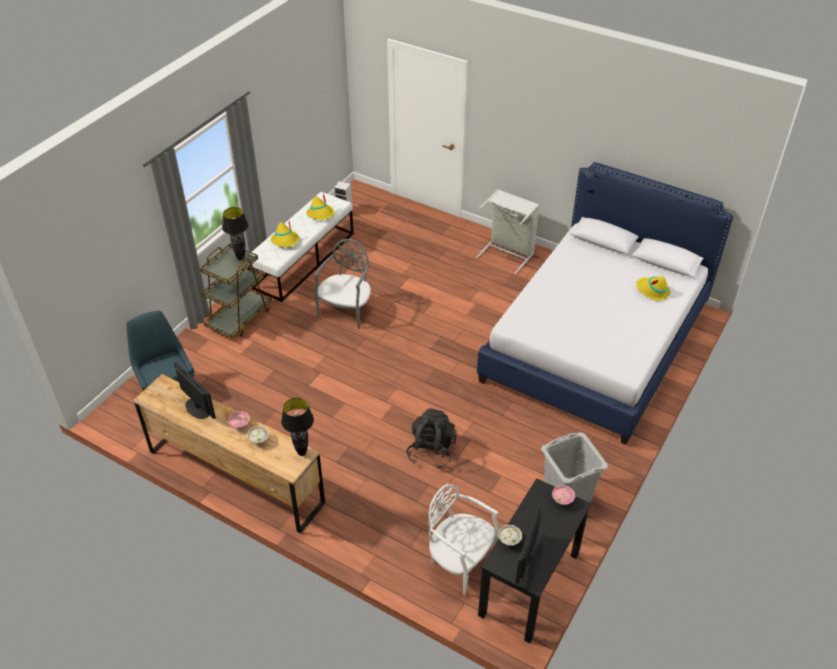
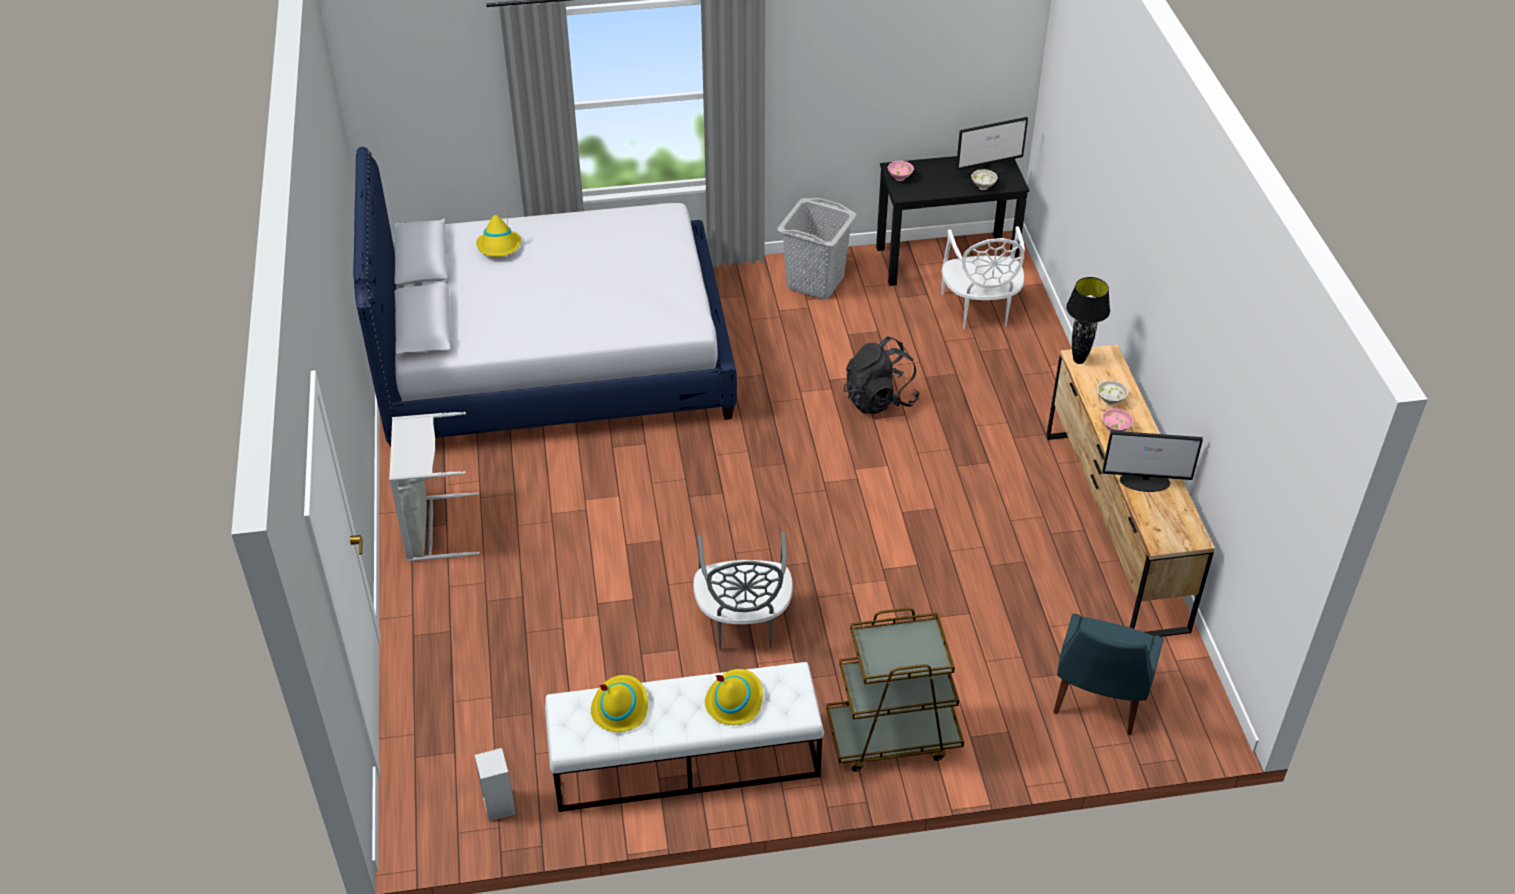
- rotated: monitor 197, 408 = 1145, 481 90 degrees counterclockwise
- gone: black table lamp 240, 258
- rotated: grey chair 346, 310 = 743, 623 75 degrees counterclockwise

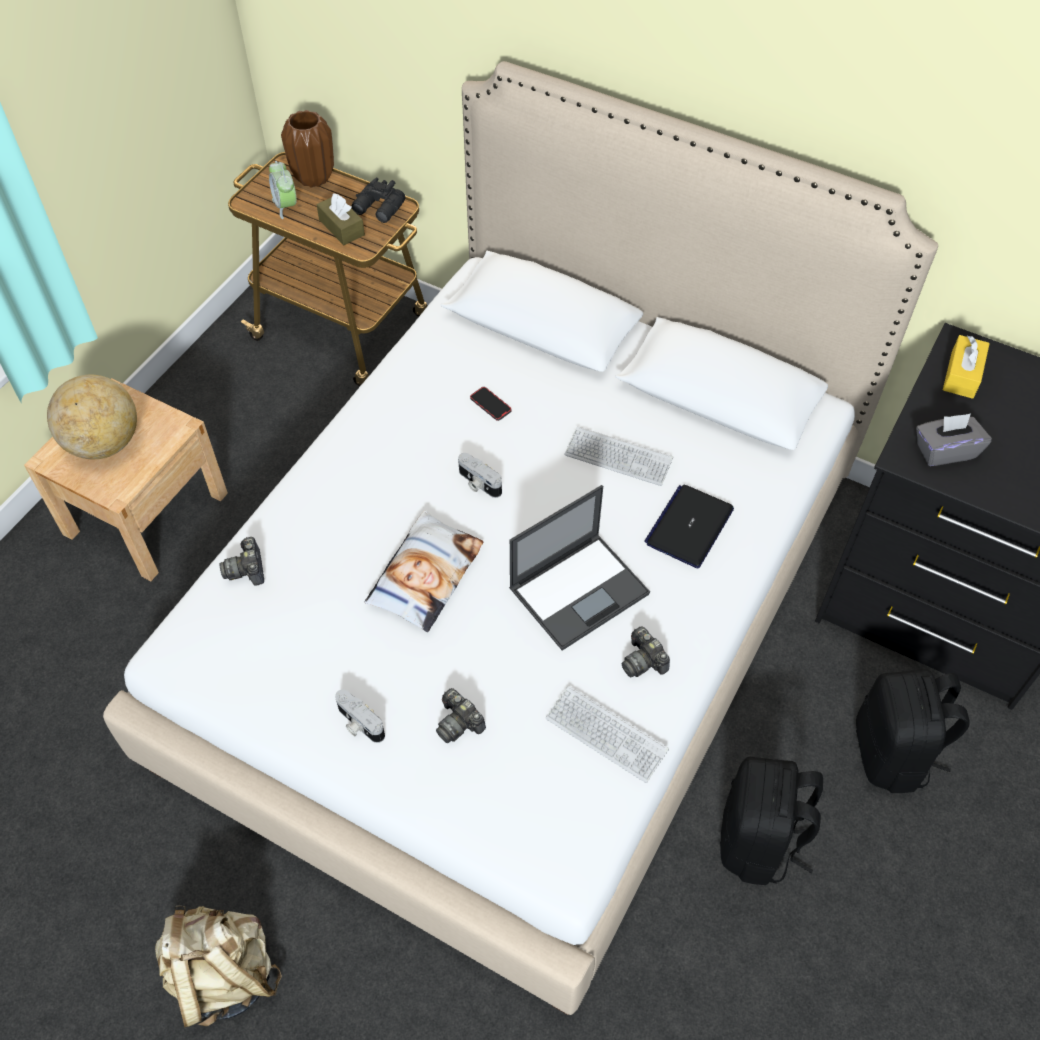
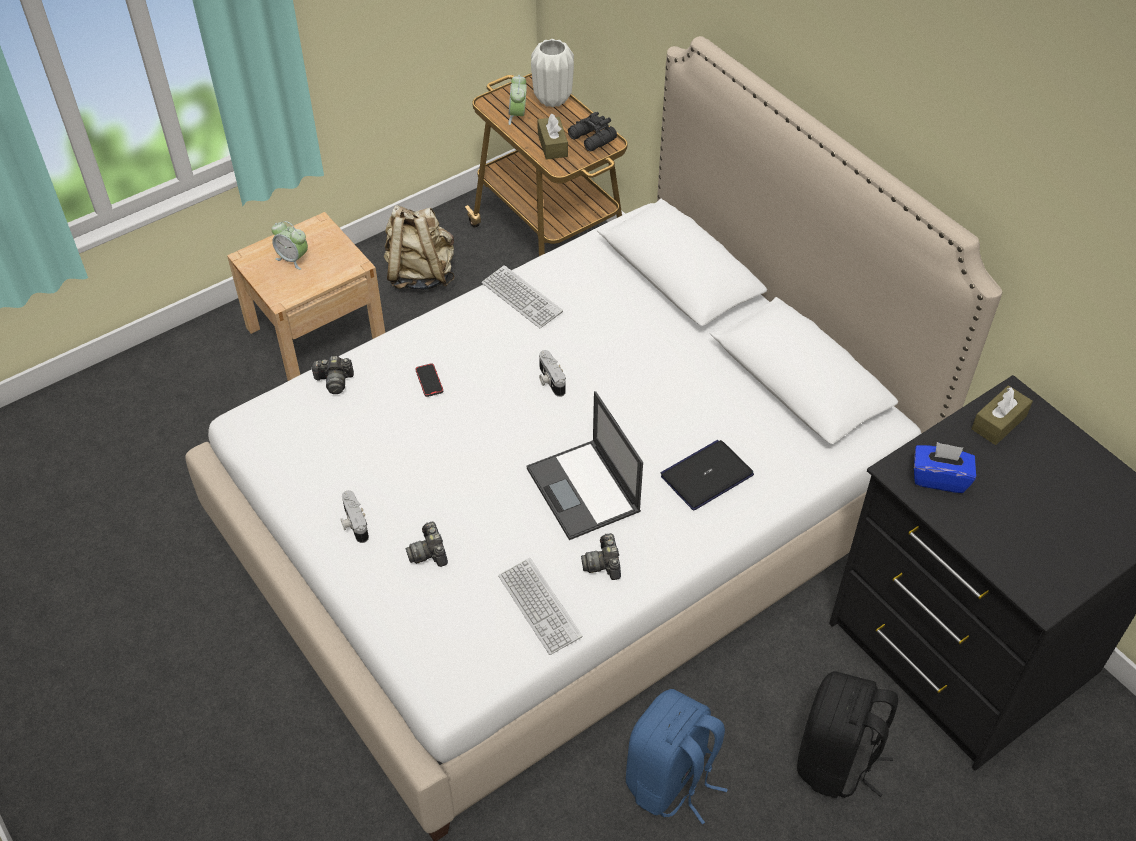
- swapped: globe 104, 443 to alarm clock 293, 259
- shifted: beige backpack 223, 974 to 420, 274
- rotated: photo camera 247, 569 = 334, 381 105 degrees counterclockwise
- repainted: brown vase 314, 178 to white vase 553, 99
- gone: pillow 425, 575
- shifted: phone 490, 405 to 429, 381
- rotated: laptop 580, 590 = 584, 491 75 degrees clockwise
- shifted: keyboard 618, 457 to 522, 298
- repainted: black backpack 758, 841 to blue backpack 671, 780
- repainted: grey tissue box 944, 451 to blue tissue box 939, 478
- repainted: yellow tissue box 962, 375 to brown tissue box 999, 422

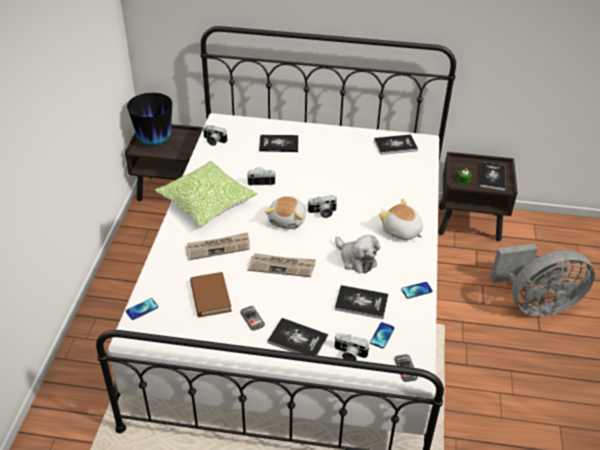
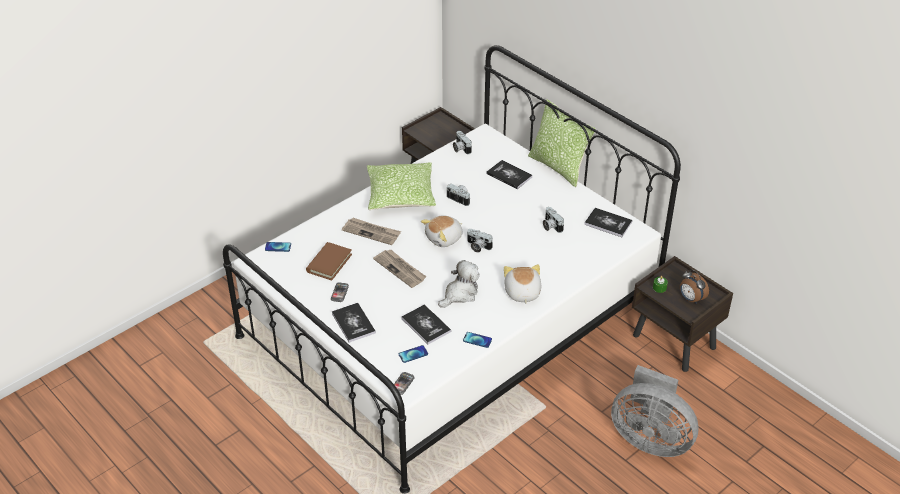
- gone: vase 154, 141
- shifted: photo camera 349, 354 to 550, 226
- rotated: plush toy 356, 259 = 460, 294 135 degrees counterclockwise
- swapped: book 492, 177 to alarm clock 690, 299
- new: pillow 558, 167

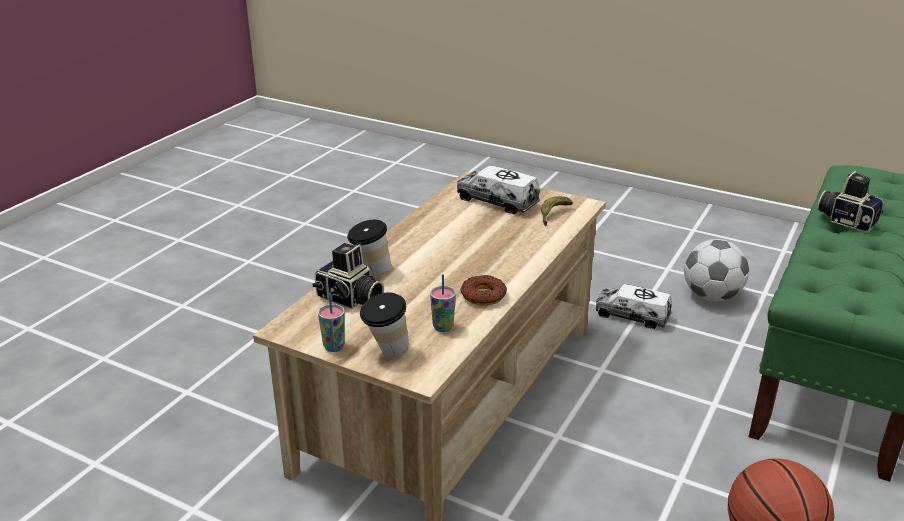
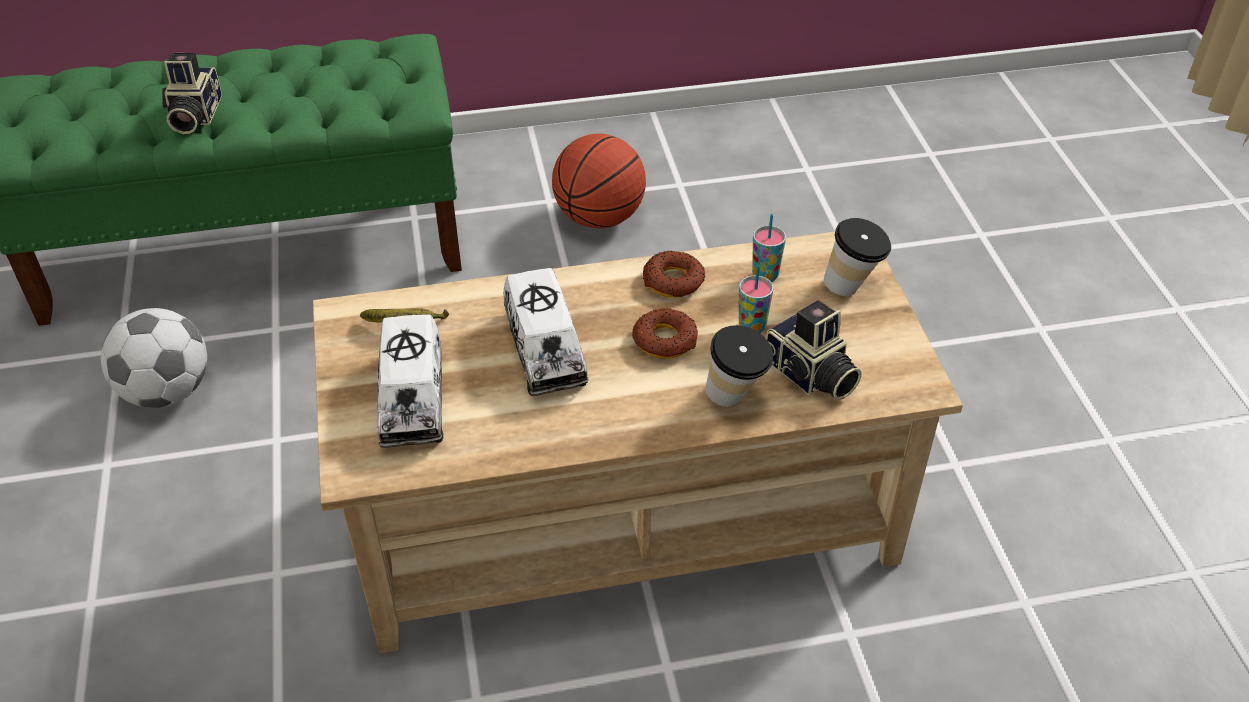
- rotated: photo camera 350, 299 = 809, 375 150 degrees clockwise
- shifted: cup 334, 347 to 752, 327
- shifted: toy truck 632, 316 to 545, 350
- new: donut 665, 340

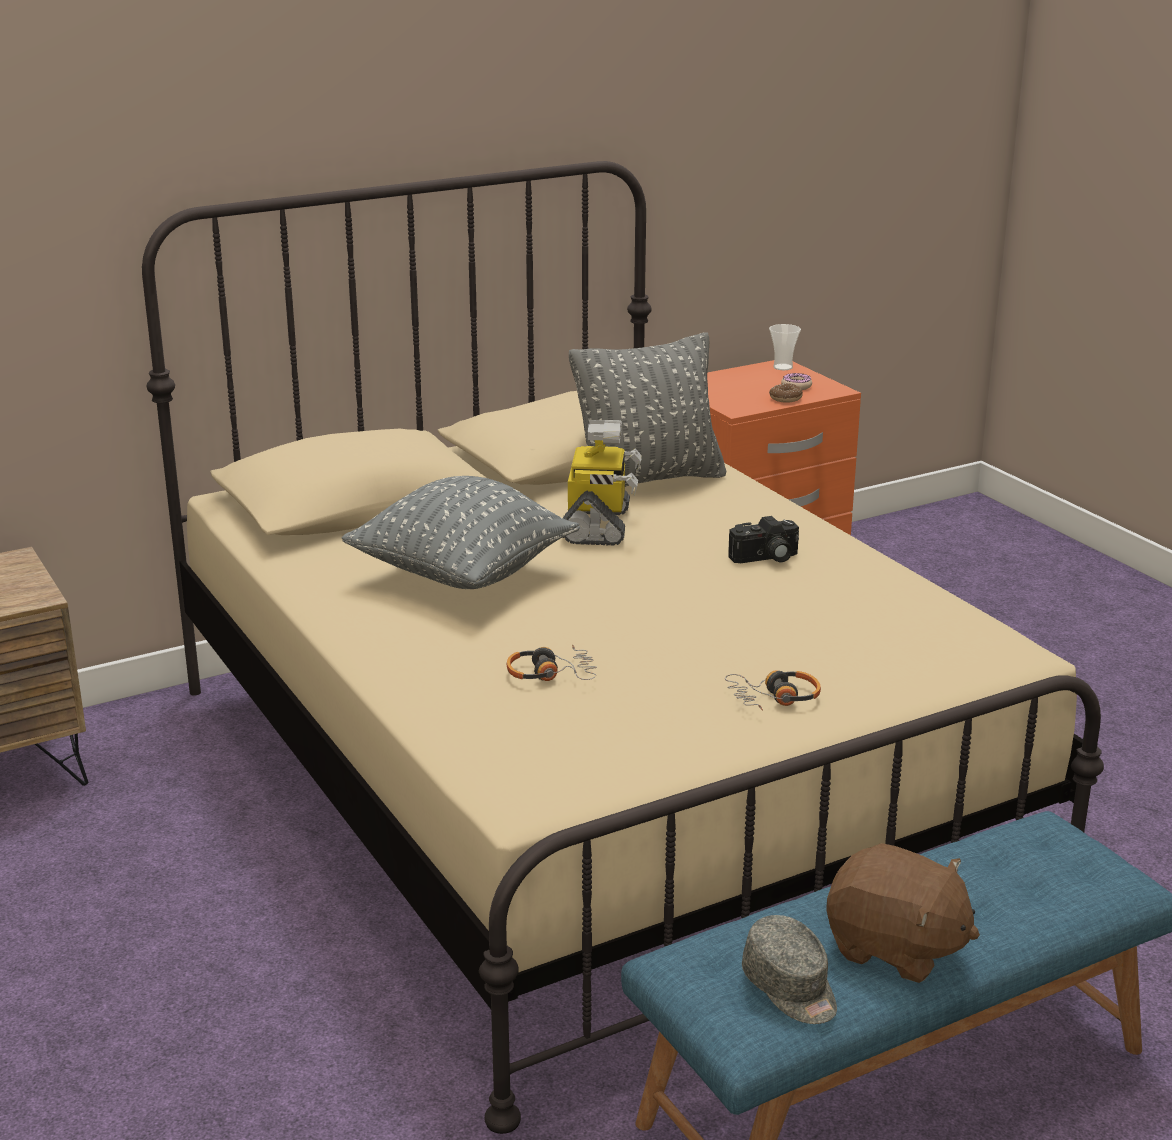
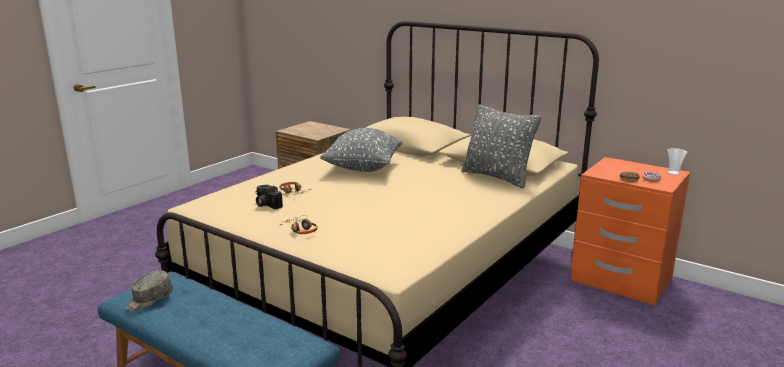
- gone: toy robot 598, 526
- shifted: photo camera 766, 558 to 266, 204
- gone: brown plush toy 895, 949

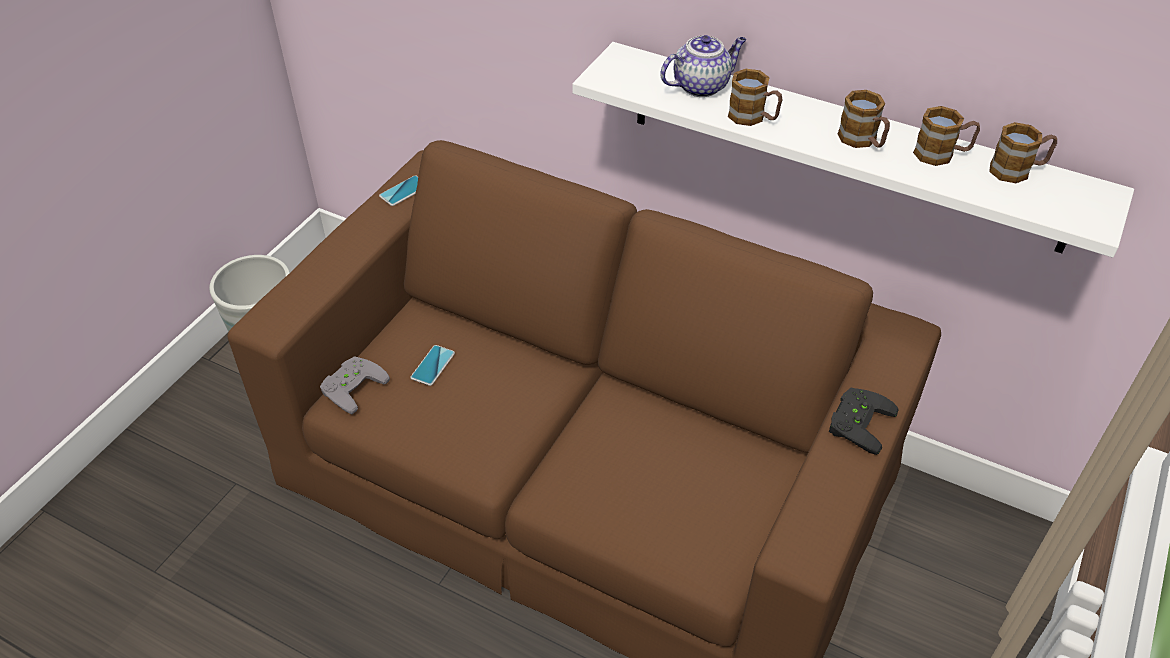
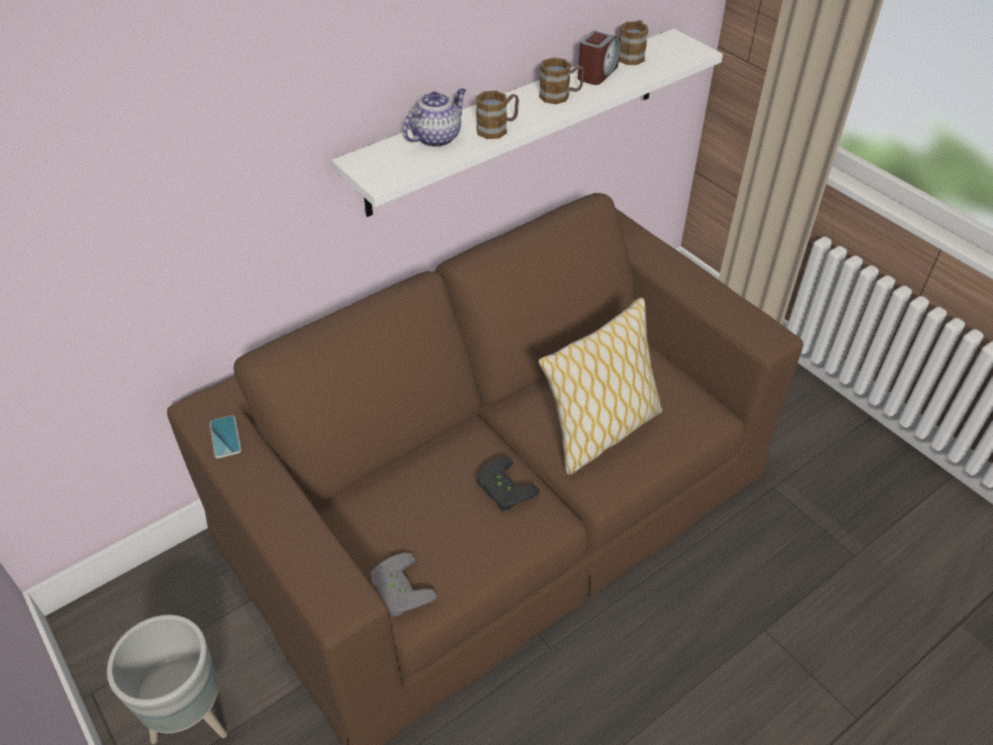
- gone: phone 433, 366
- rotated: teapot 701, 85 = 436, 137 45 degrees clockwise
- shifted: black game controller 856, 421 to 502, 489
- swapped: mug 942, 154 to alarm clock 597, 73
- new: pillow 601, 432

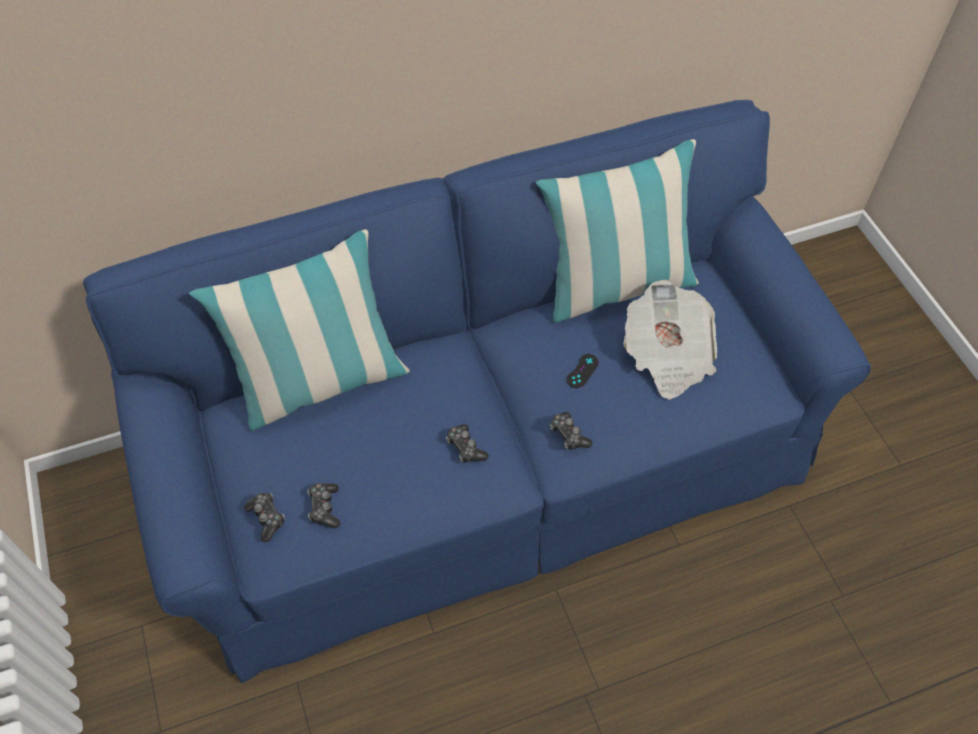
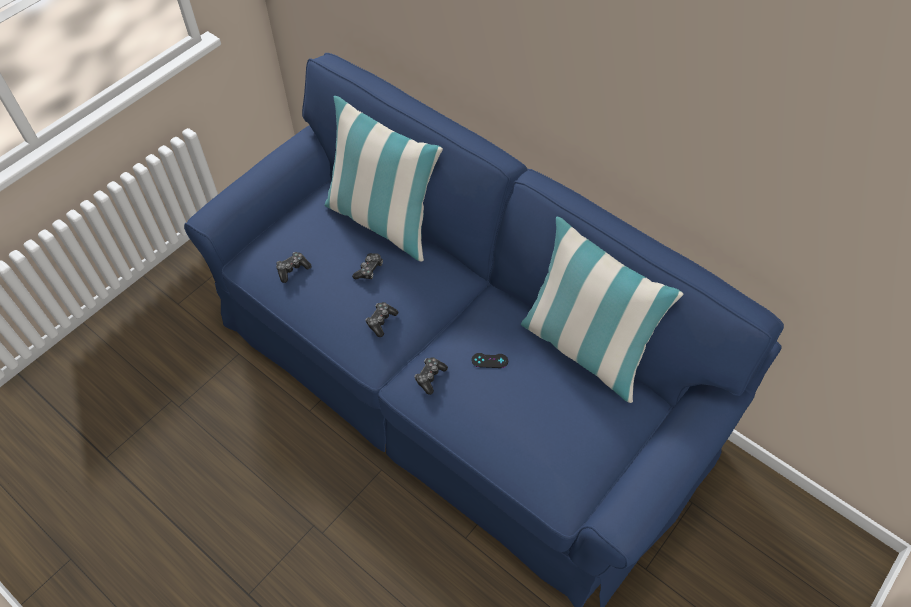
- shifted: game controller 267, 518 to 369, 270
- gone: newspaper 667, 356

